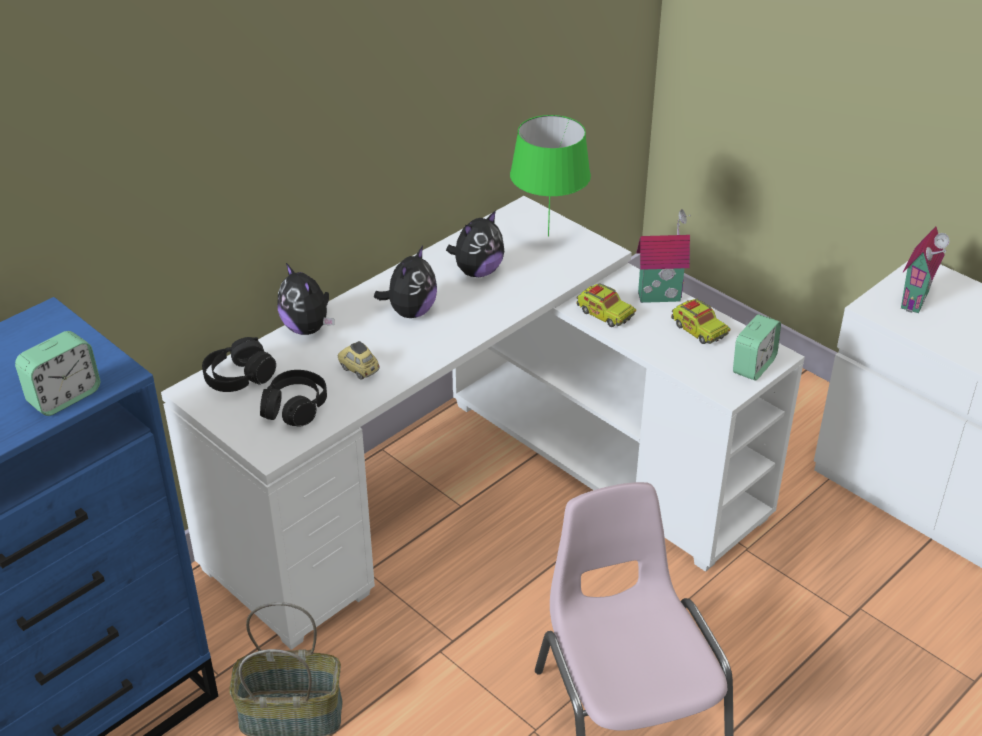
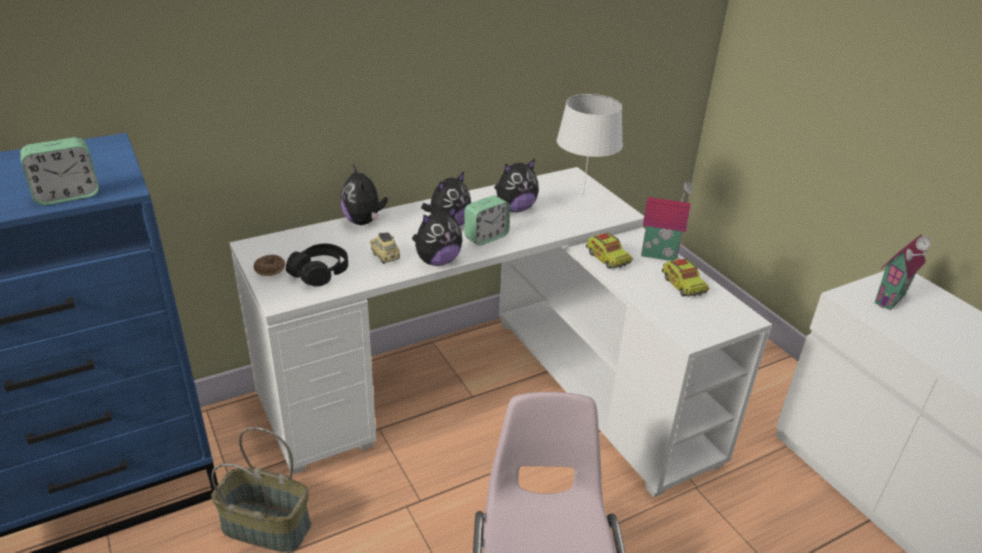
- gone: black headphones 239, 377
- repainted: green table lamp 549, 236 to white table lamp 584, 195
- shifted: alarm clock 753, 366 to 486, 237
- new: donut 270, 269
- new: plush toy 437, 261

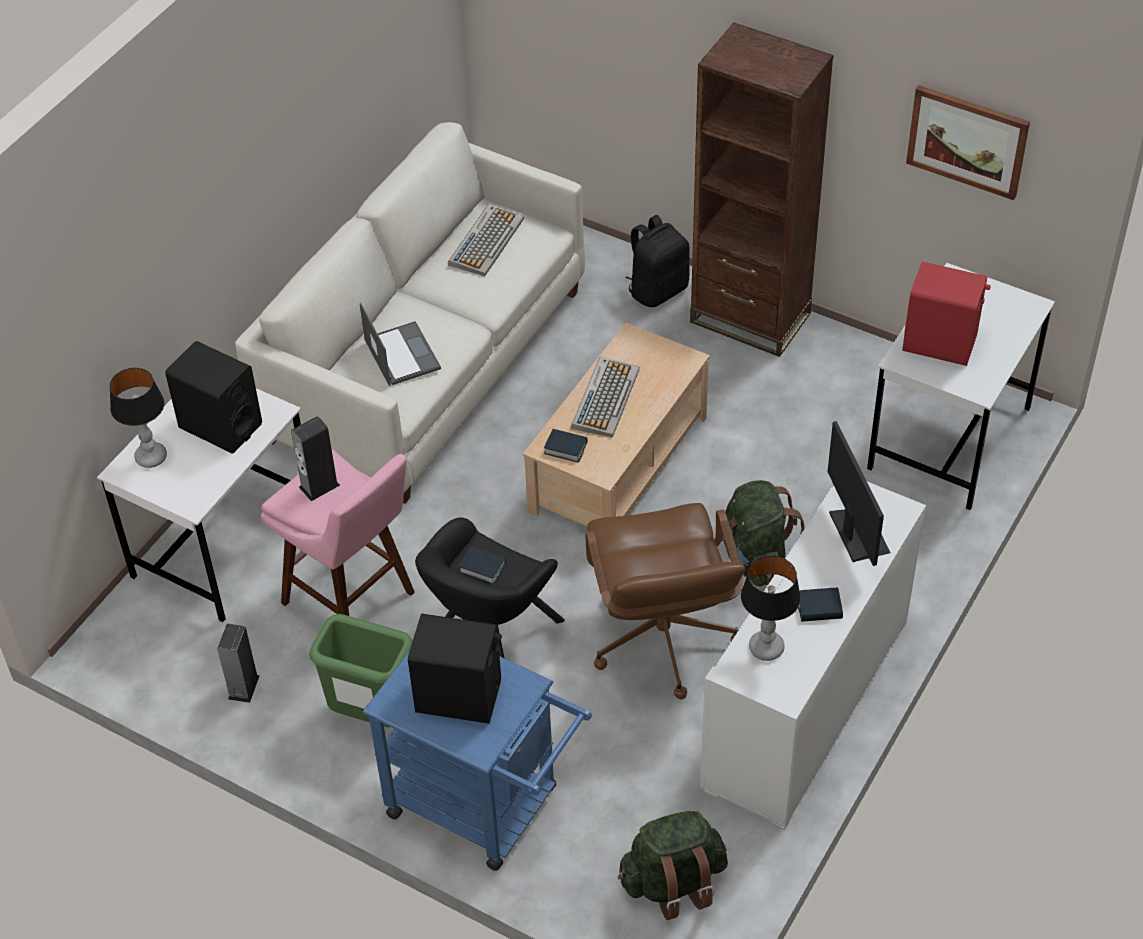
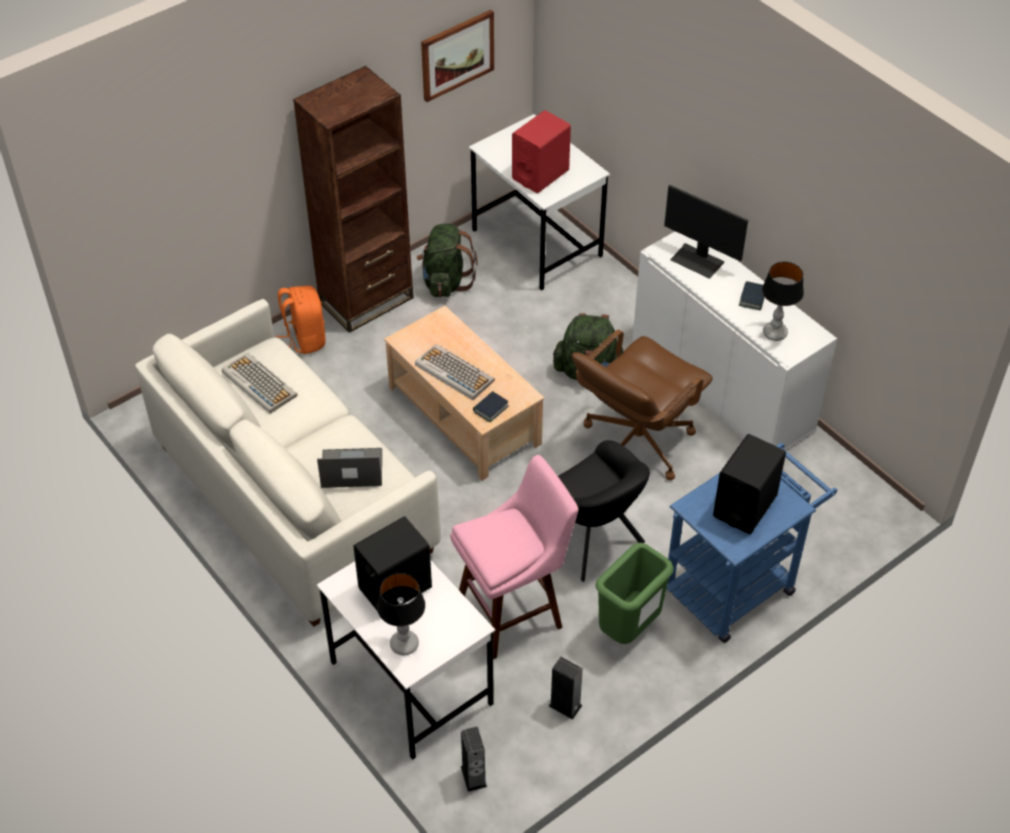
- shifted: speaker 319, 486 to 473, 776
- gone: book 482, 568
- rotated: brown office chair 662, 640 = 635, 442 120 degrees clockwise
- shifted: green backpack 673, 883 to 445, 281
- repainted: black backpack 658, 290 to orange backpack 304, 339
- rotated: monitor 857, 532 = 698, 260 150 degrees counterclockwise

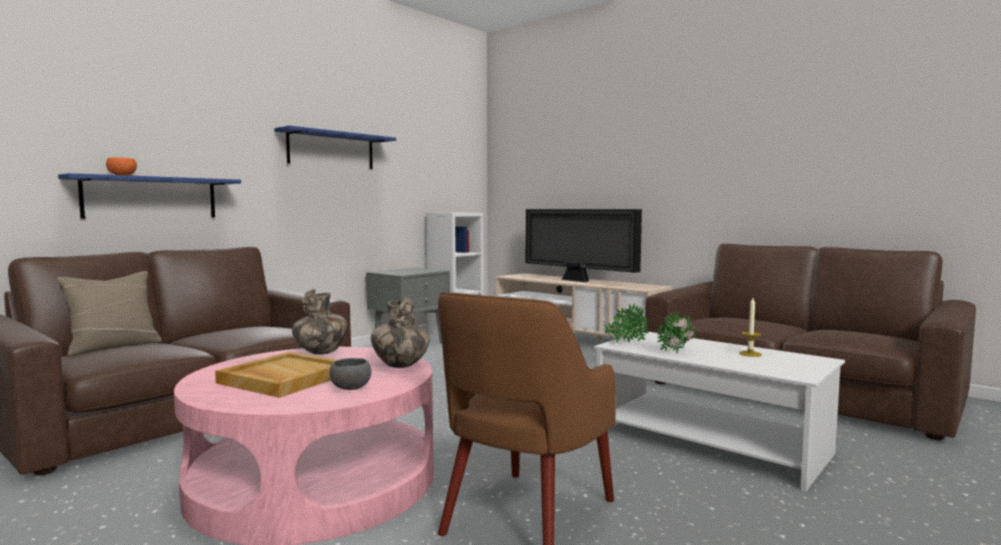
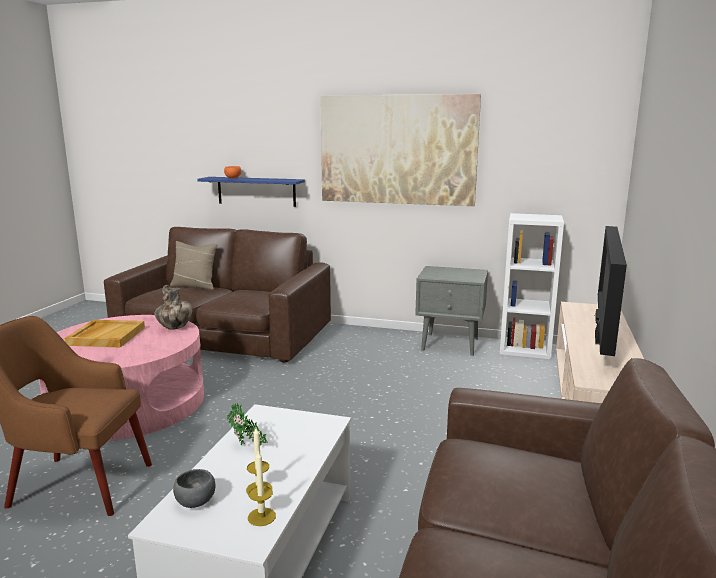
- swapped: blue shelf 331, 150 to picture 397, 150
- shifted: grey bowl 350, 388 to 196, 501
- gone: vase 400, 365
- gone: potted plant 625, 343
- new: candle 261, 517

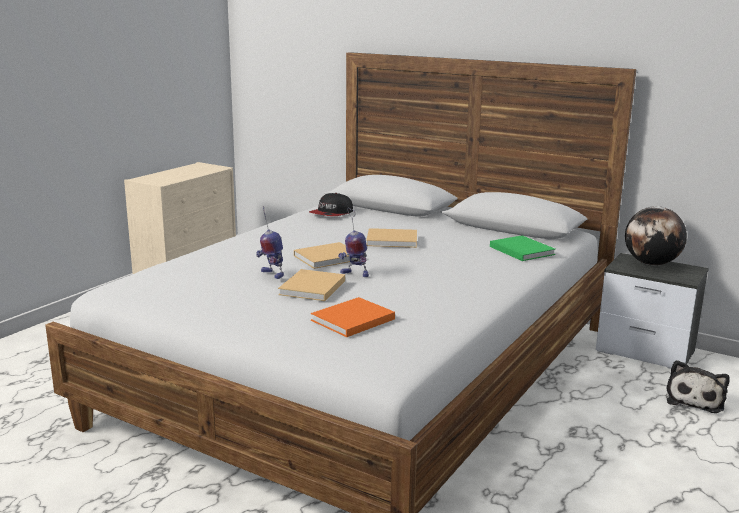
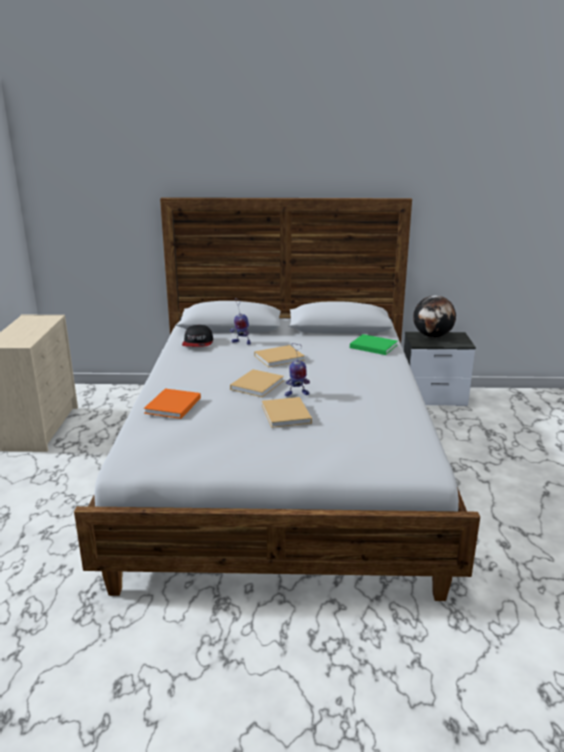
- shifted: toy robot 271, 274 to 241, 342
- shifted: orange book 351, 320 to 172, 406
- gone: plush toy 695, 399

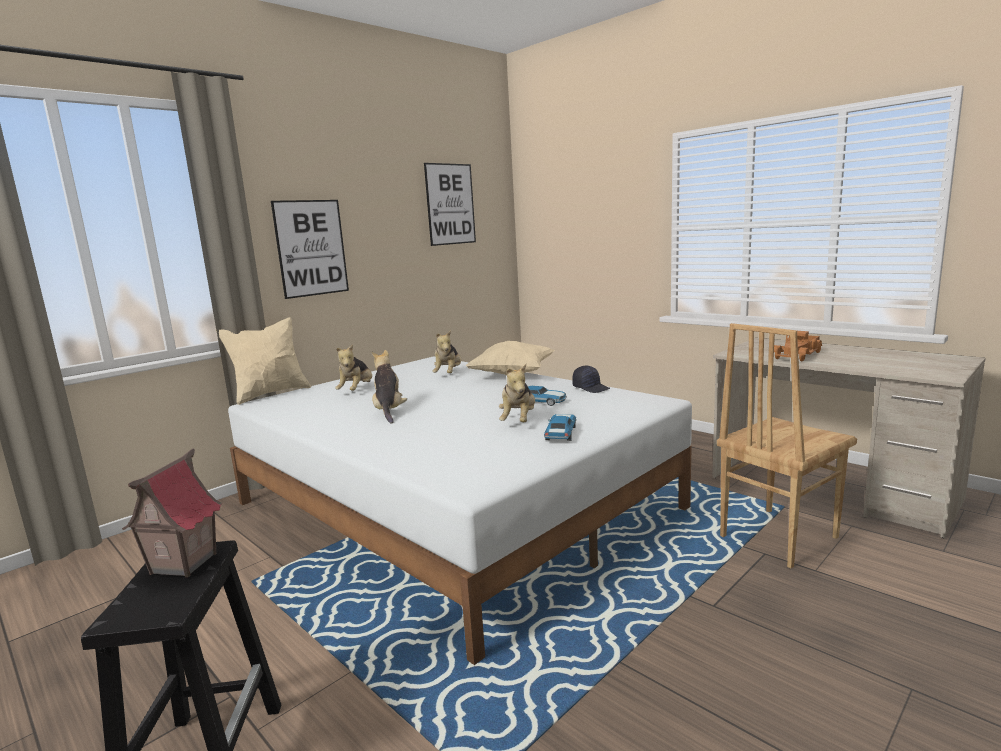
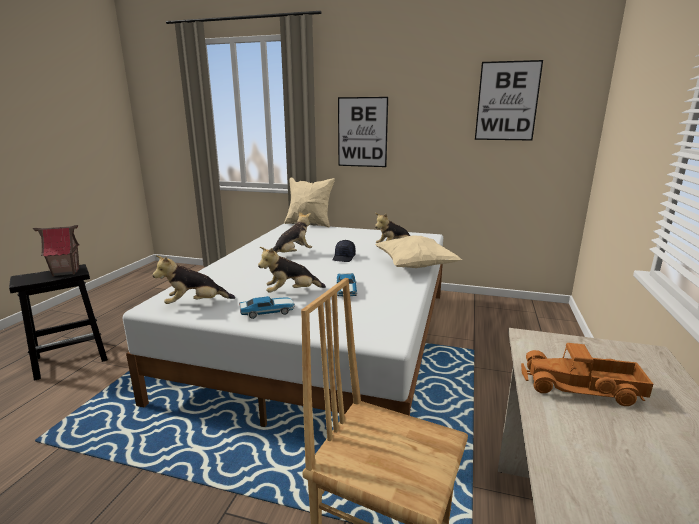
- shifted: plush toy 357, 391 to 195, 304
- shifted: black cap 591, 388 to 344, 257

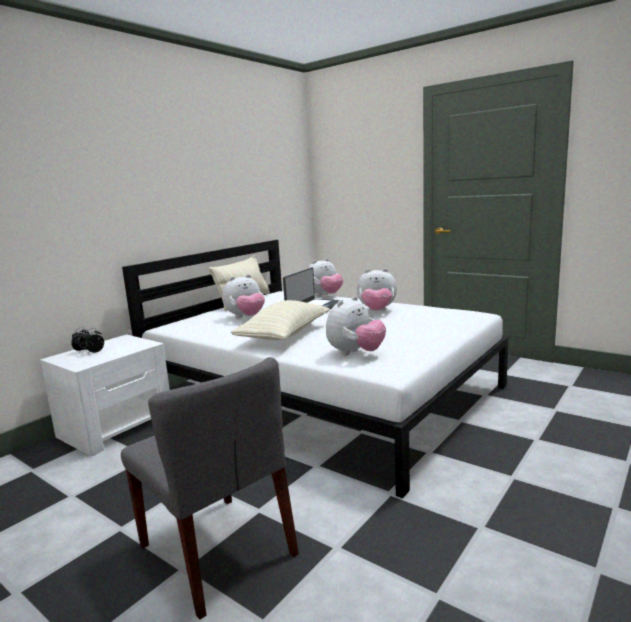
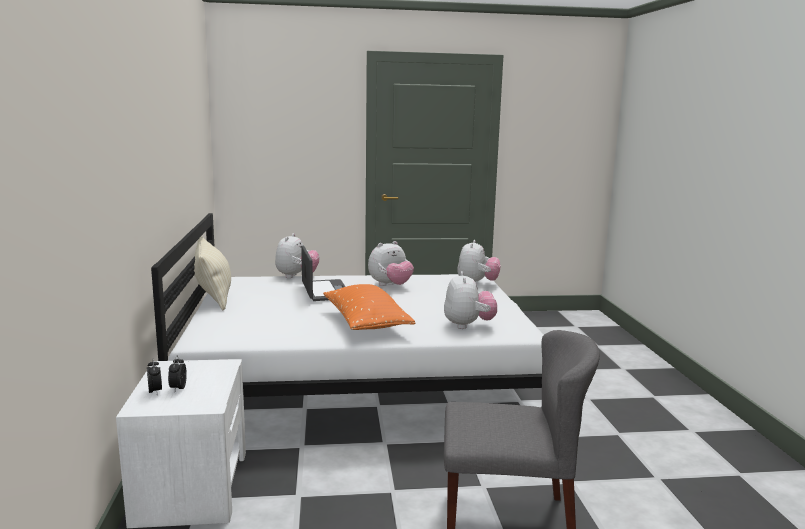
- shifted: plush toy 246, 317 to 477, 283
- repainted: beige pillow 284, 335 to orange pillow 366, 323

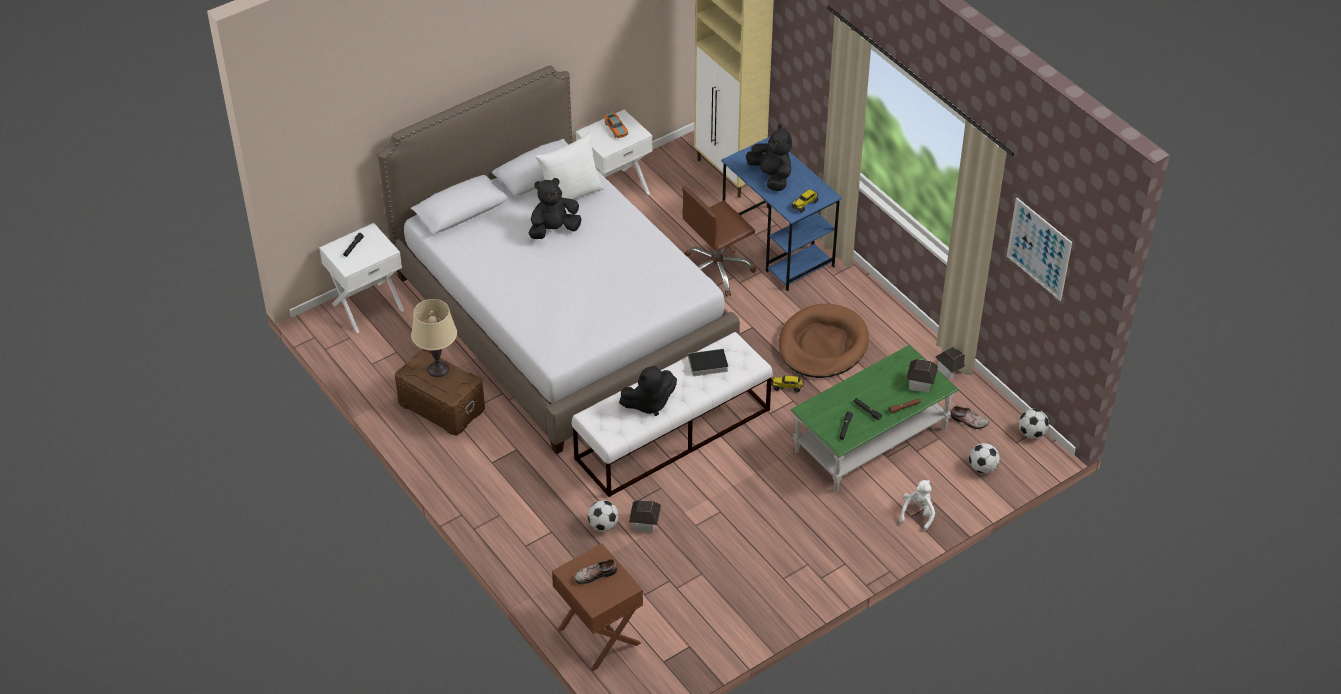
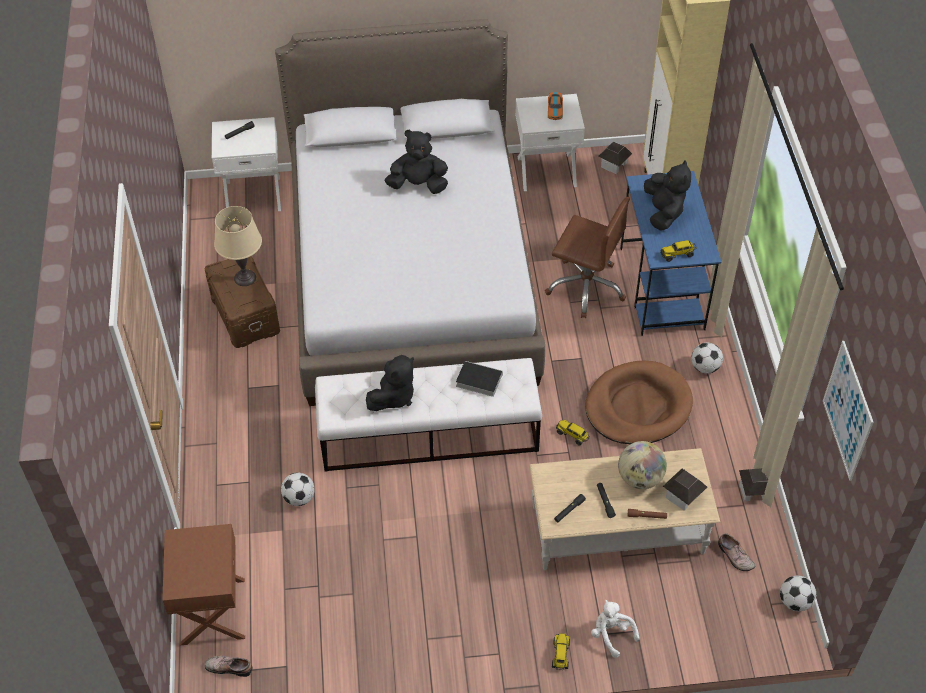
- gone: white pillow 571, 195
- shifted: shoe 595, 574 to 229, 666
- rotated: black plush toy 649, 403 = 394, 396 60 degrees counterclockwise
- shifted: toy house 645, 523 to 614, 165
- rotated: brown office chair 716, 271 = 586, 287 150 degrees counterclockwise
- repainted: green coffee table 870, 440 to beige coffee table 617, 529
- rotated: white plush toy 917, 513 = 611, 634 90 degrees counterclockwise
- shifted: football 982, 468 to 705, 367
- new: toy truck 560, 655
- new: globe 640, 478

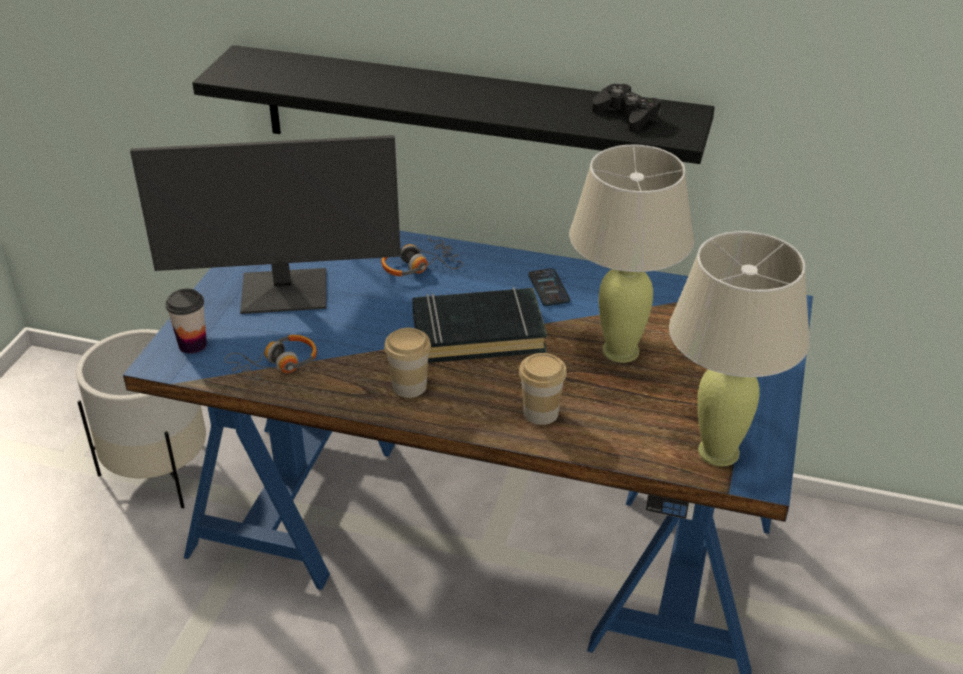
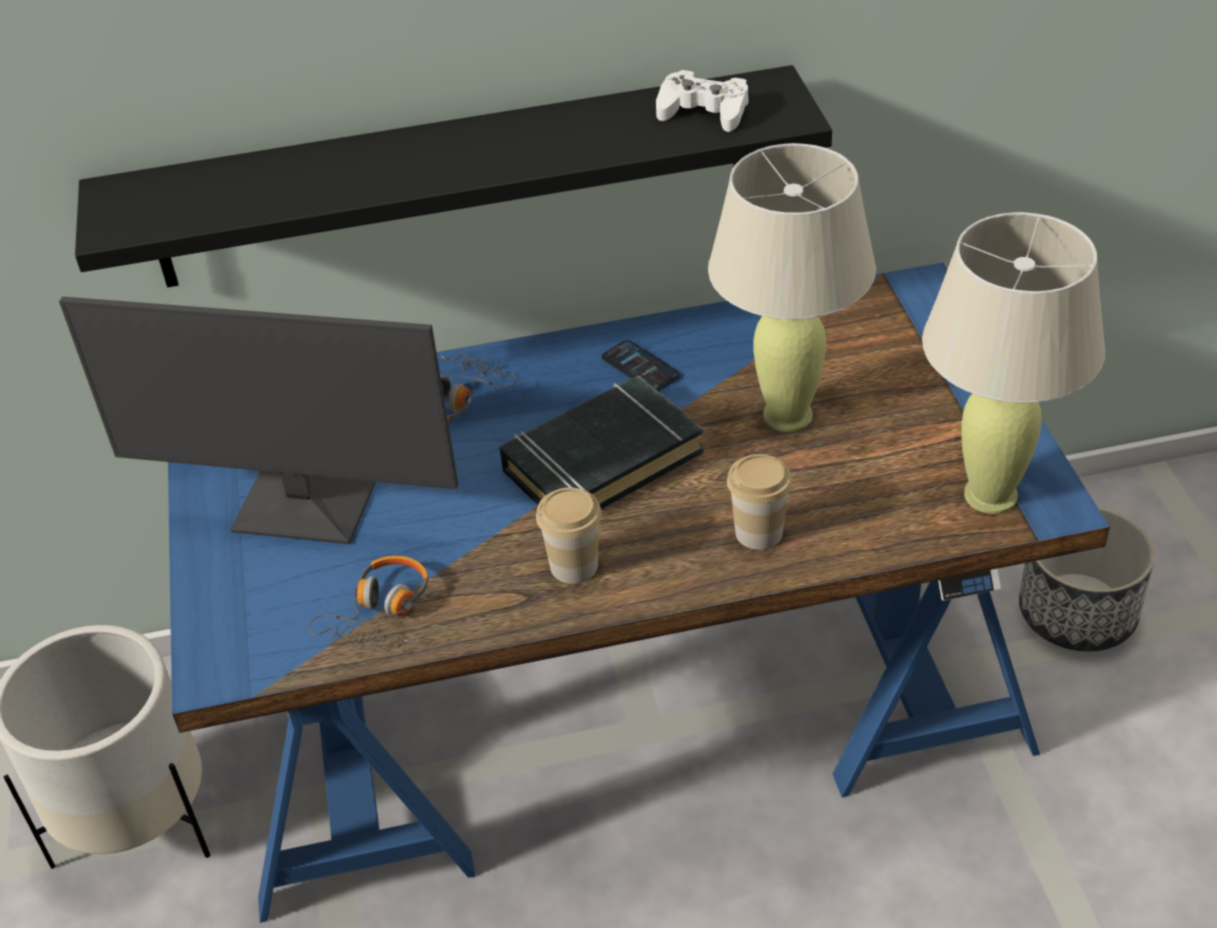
- rotated: monitor 284, 293 = 305, 506 45 degrees clockwise
- gone: cup 192, 345
- repainted: black game controller 626, 115 to white game controller 704, 111
- new: planter 1077, 612

